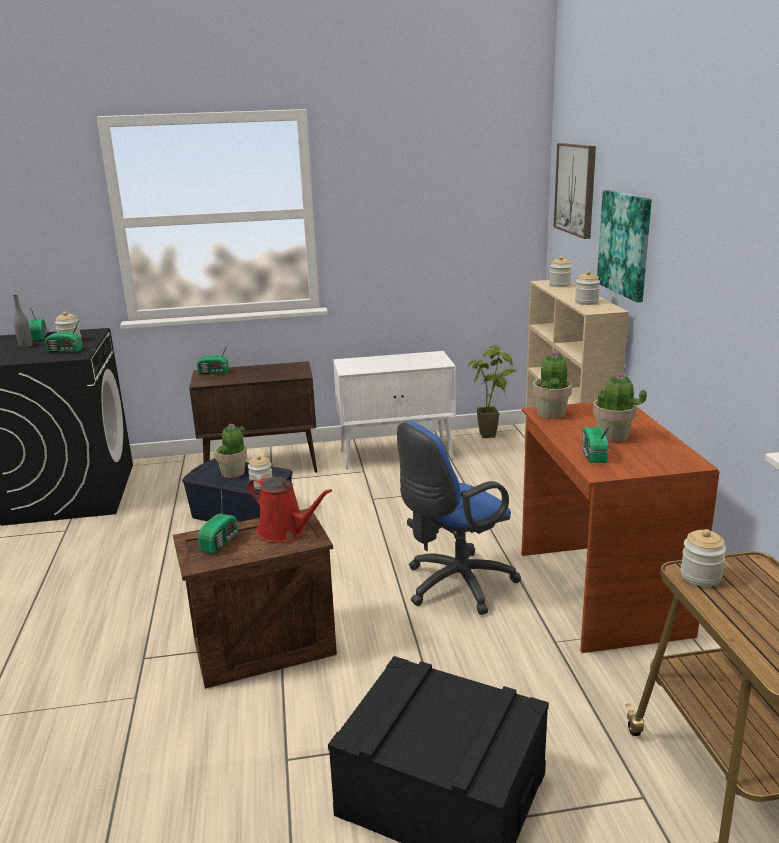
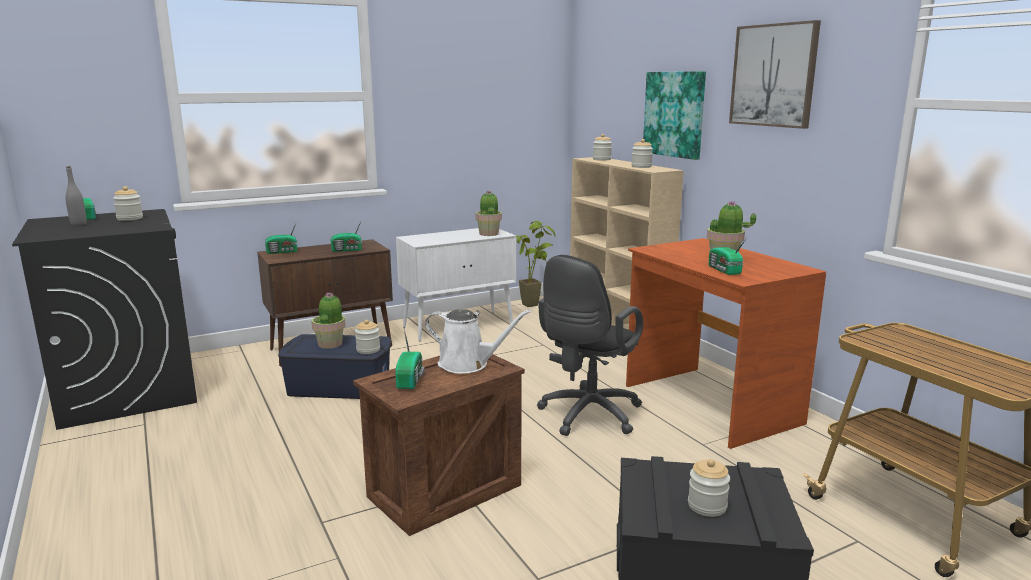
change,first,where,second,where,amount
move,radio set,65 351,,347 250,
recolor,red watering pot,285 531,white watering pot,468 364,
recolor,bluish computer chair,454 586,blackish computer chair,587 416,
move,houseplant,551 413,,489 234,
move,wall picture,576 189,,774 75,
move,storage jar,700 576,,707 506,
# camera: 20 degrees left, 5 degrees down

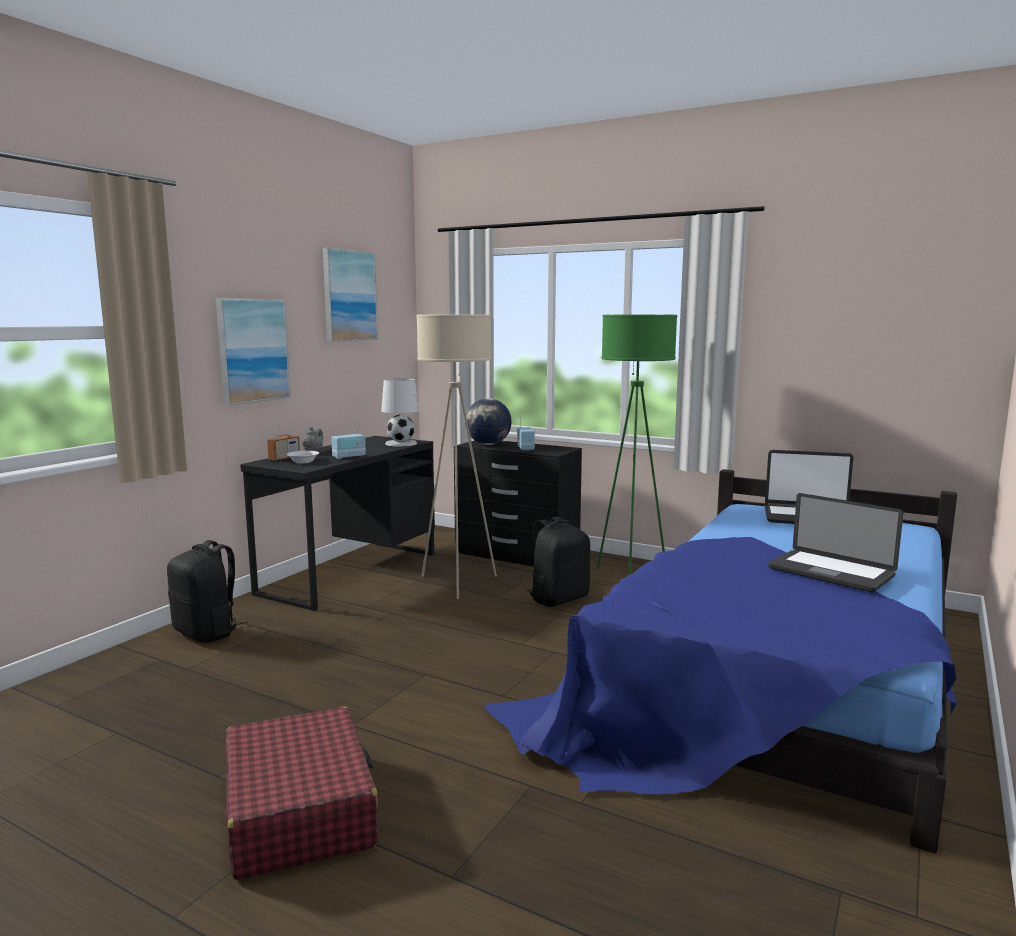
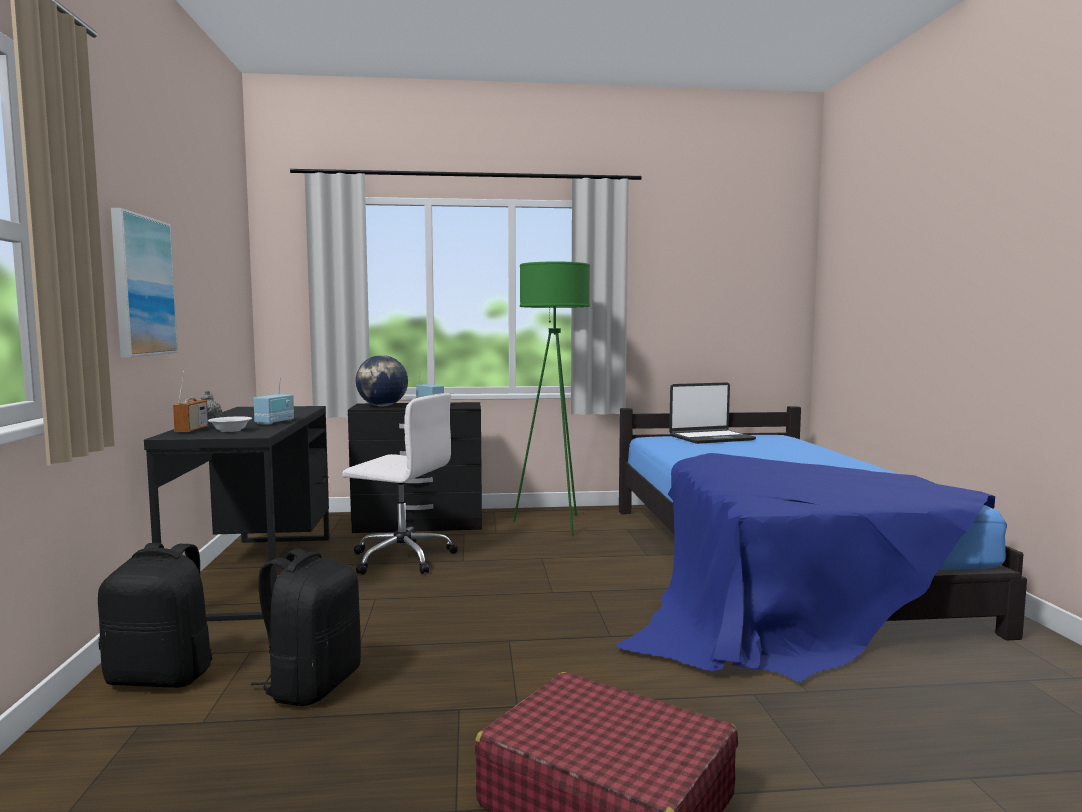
change,first,where,second,where,amount
delete,wall picture,349 295,,,
delete,white table lamp,400 443,,,
replace,beige standard lamp,457 583,white computer chair,401 558,
move,blackish knapsack,558 599,,312 685,
delete,portable computer,830 572,,,
# camera: 35 degrees left, 5 degrees down

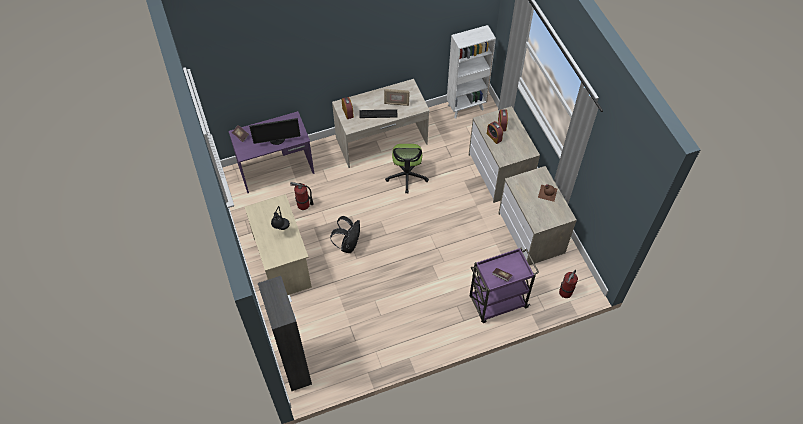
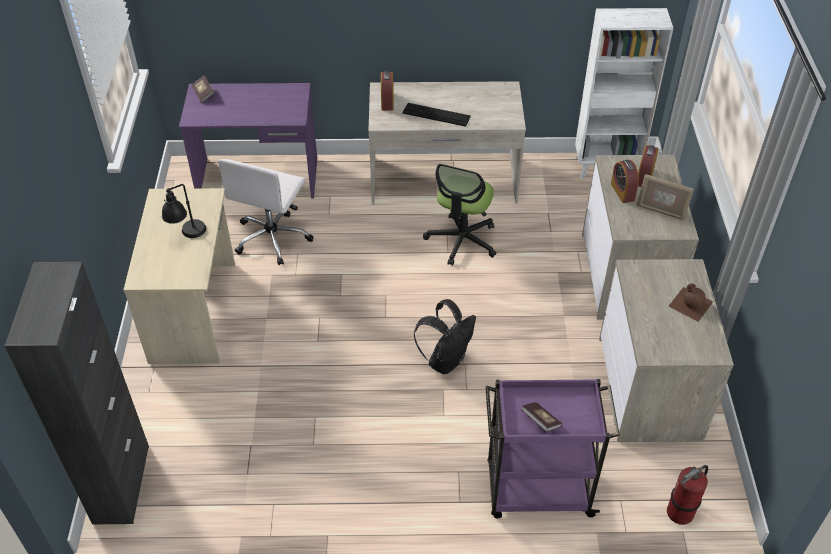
change,first,where,second,where,amount
delete,monitor,277 139,,,
replace,fire extinguisher,303 205,white computer chair,273 238,
move,blackish knapsack,348 244,,446 360,
move,photo frame,396 103,,660 211,
# camera: 20 degrees right, 10 degrees down

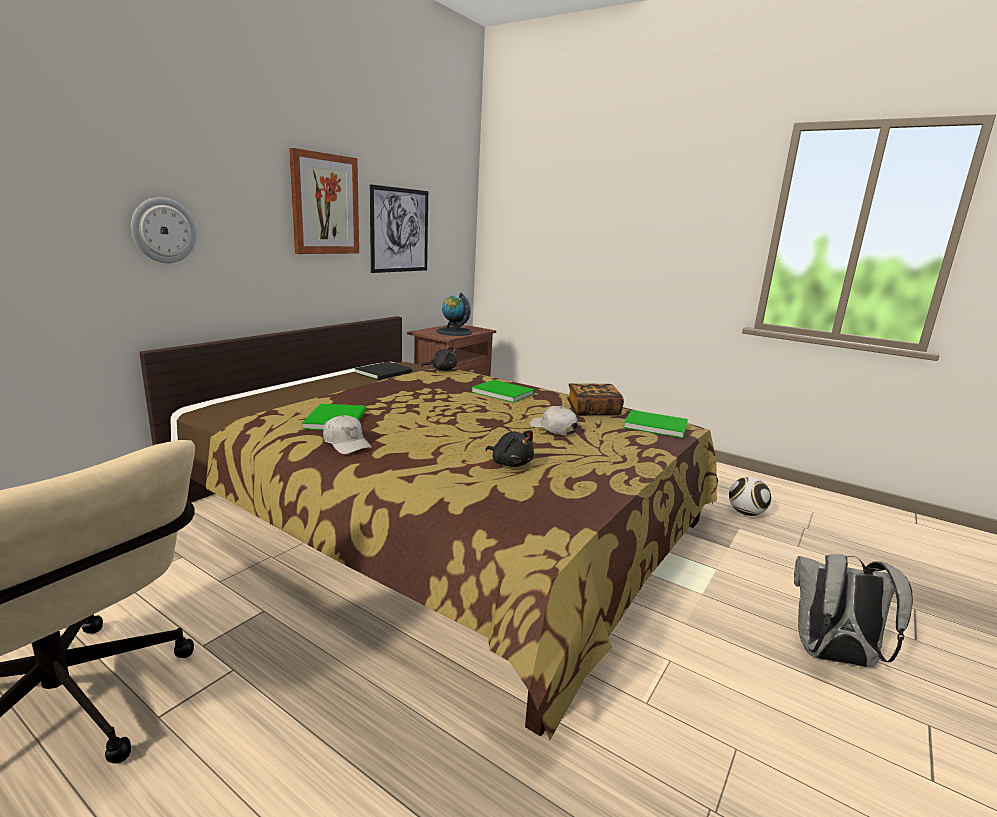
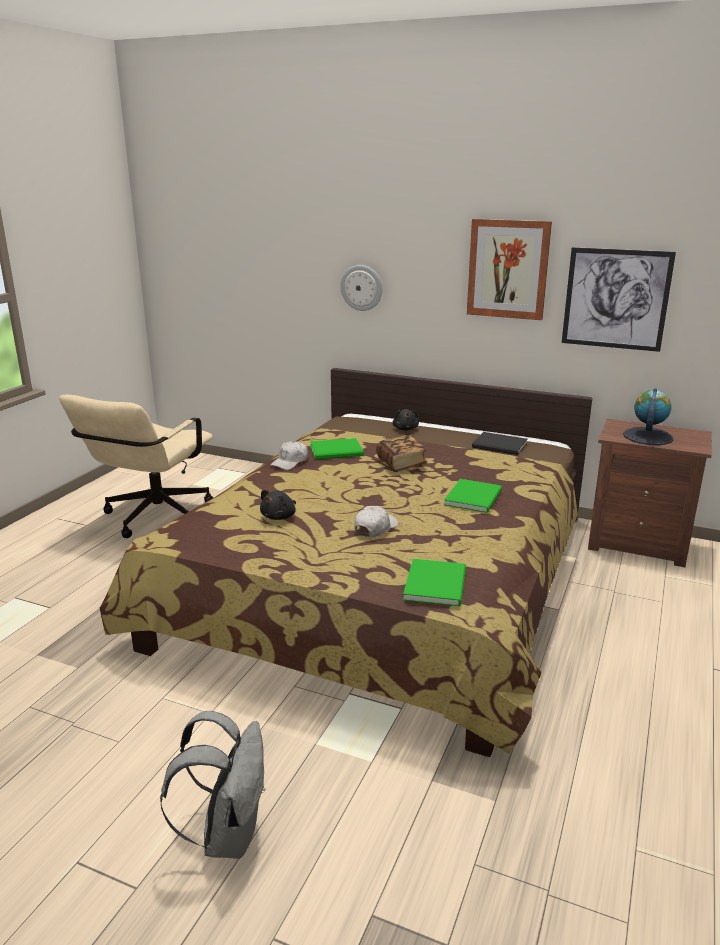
change,first,where,second,where,amount
move,blackish plush toy,442 370,,405 429,
move,book,593 411,,401 464,
delete,ball for football,746 513,,,
# camera: 80 degrees right, 5 degrees up

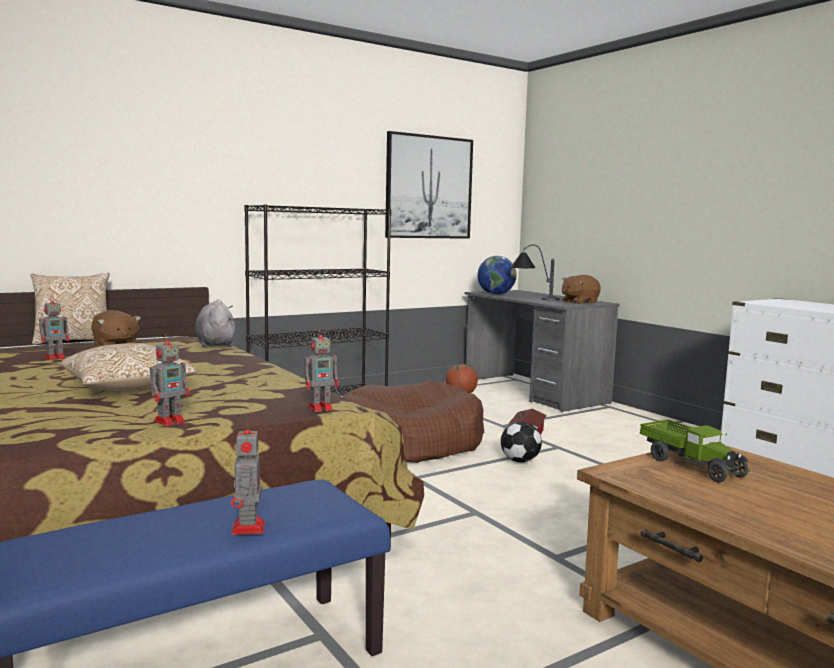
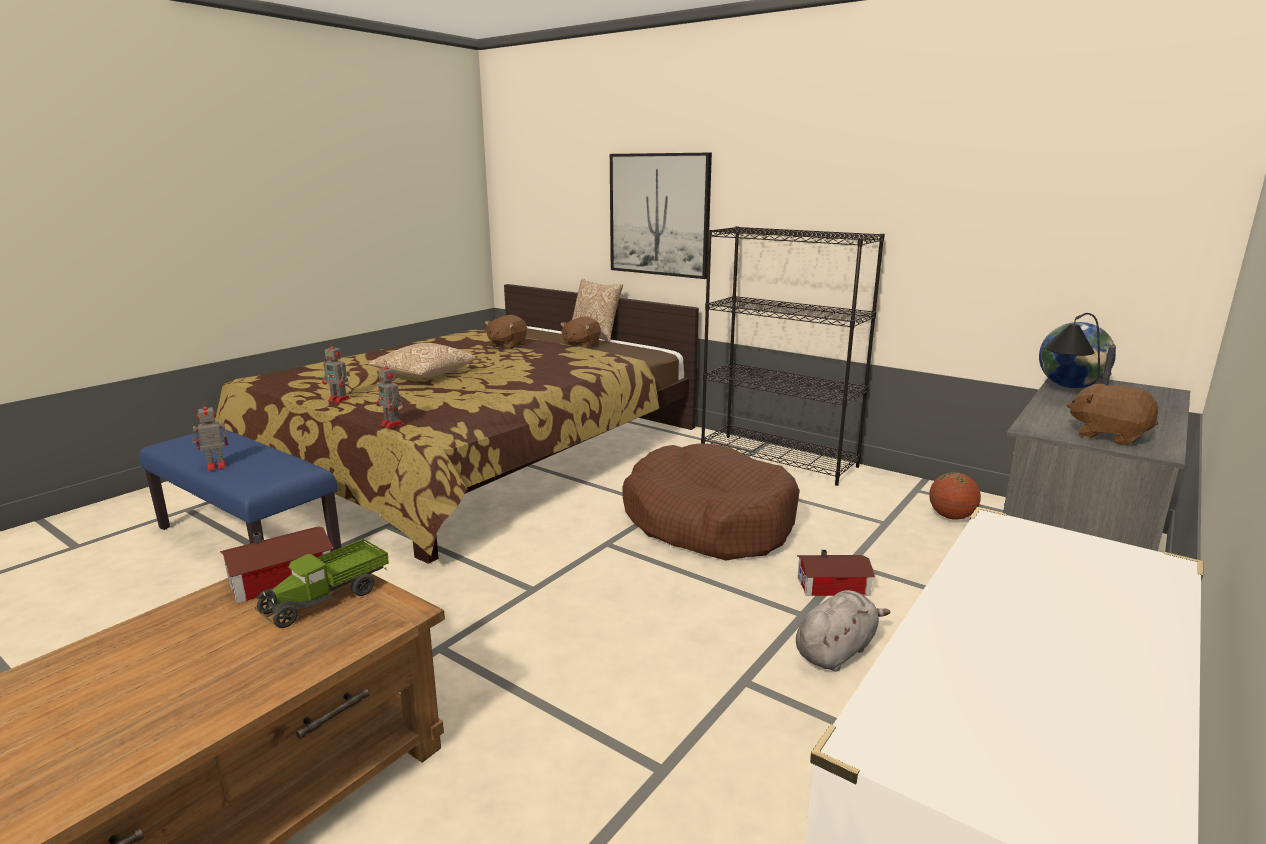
change,first,where,second,where,amount
replace,robot figure,56 358,brown-coloured plush toy,507 346,
move,greyish plush toy,215 344,,836 651,
move,wall picture,428 187,,659 215,
delete,ball for football,520 461,,,
insert,,,model house,285 578,
# camera: 70 degrees right, 10 degrees up

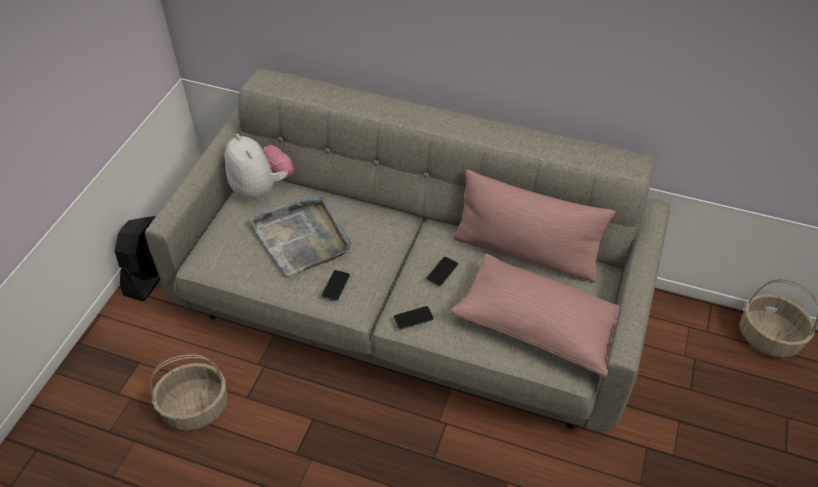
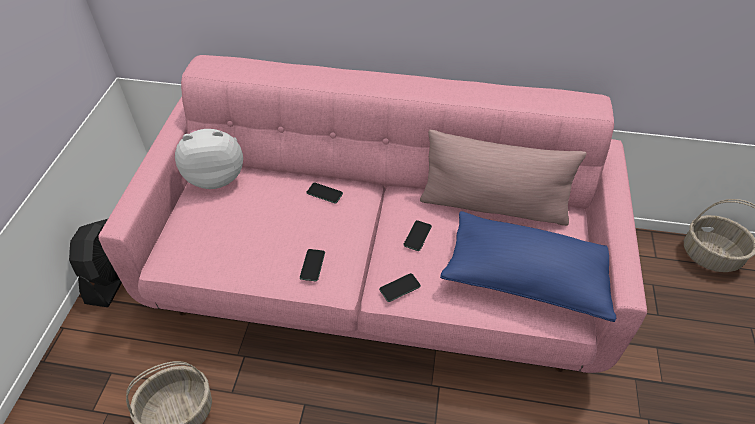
change,first,where,second,where,amount
recolor,greyish couch,410 307,pinkish couch,378 274,
rotate,plush toy,261 188,,216 176,60 degrees counterclockwise
delete,greyish carrying tray,303 237,,,
recolor,pinkish cushion,539 325,bluish cushion,527 277,
insert,,,handset,324 193,
# camera: 10 degrees left, 0 degrees up

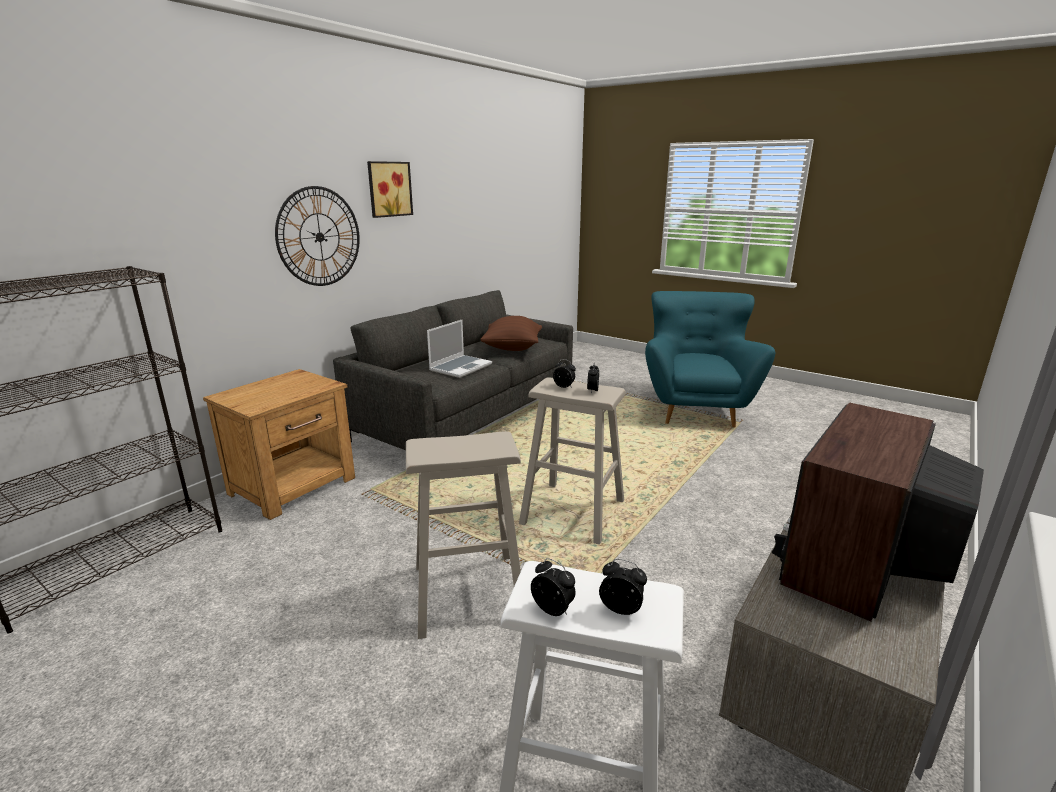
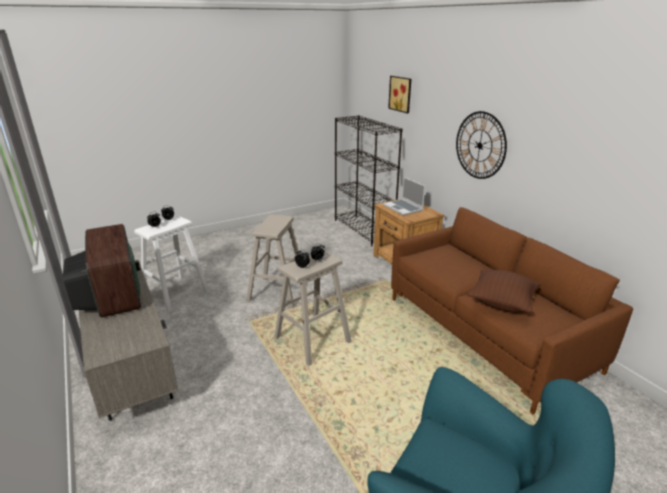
change,first,where,second,where,amount
recolor,greyish couch,467 418,brown-coloured couch,486 333,
move,wall picture,388 189,,401 94,
move,portable computer,460 367,,403 208,
# camera: 115 degrees right, 5 degrees up

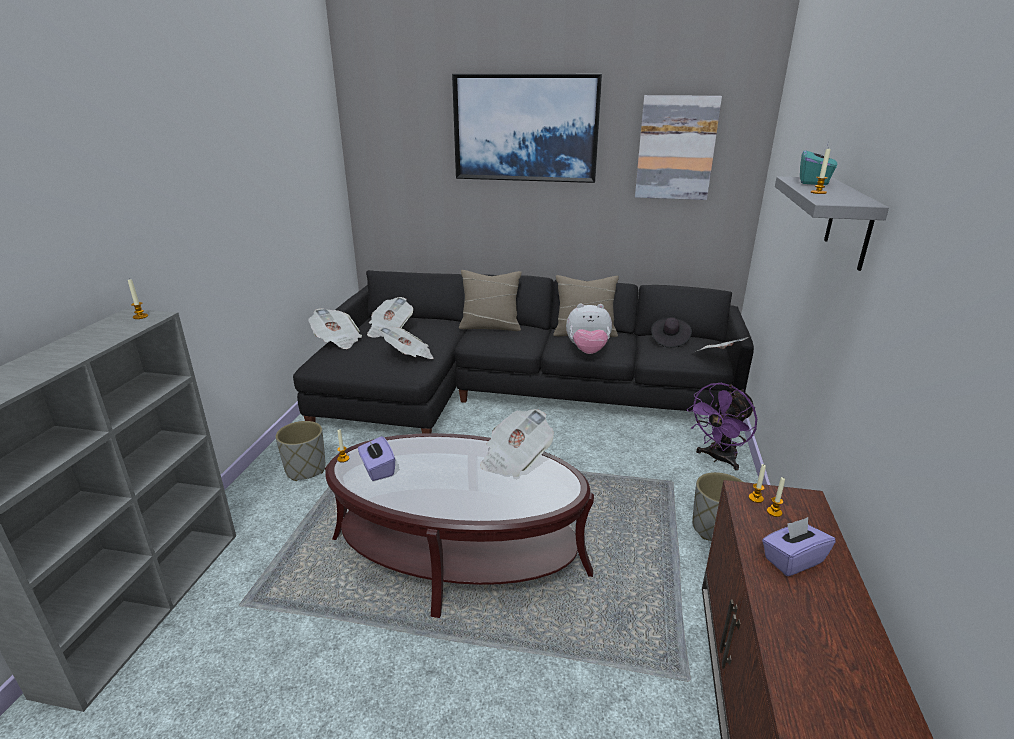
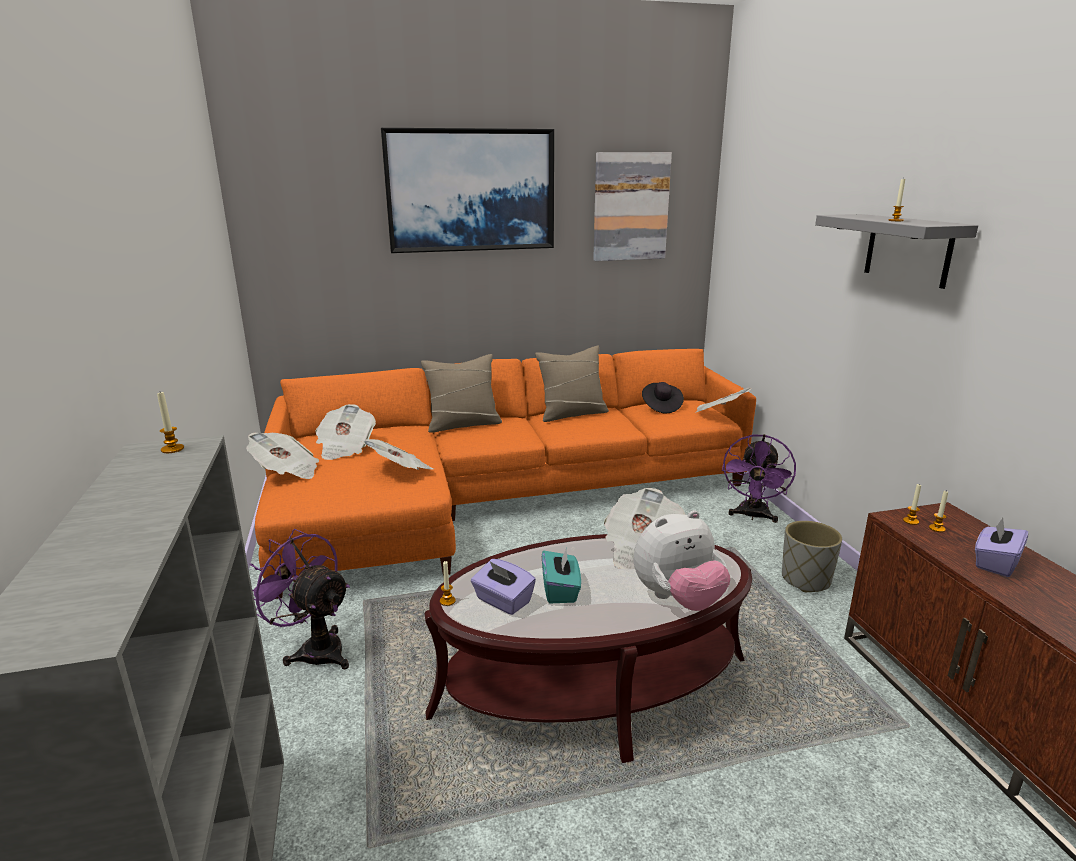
change,first,where,second,where,amount
replace,greyish plant pot,305 470,purplish fan,314 649,
recolor,blackish couch,508 391,orange couch,494 498,
move,plush toy,587 351,,678 599,
move,turquoise-coloured box of tissues,814 182,,560 590,
# camera: 25 degrees left, 5 degrees down

